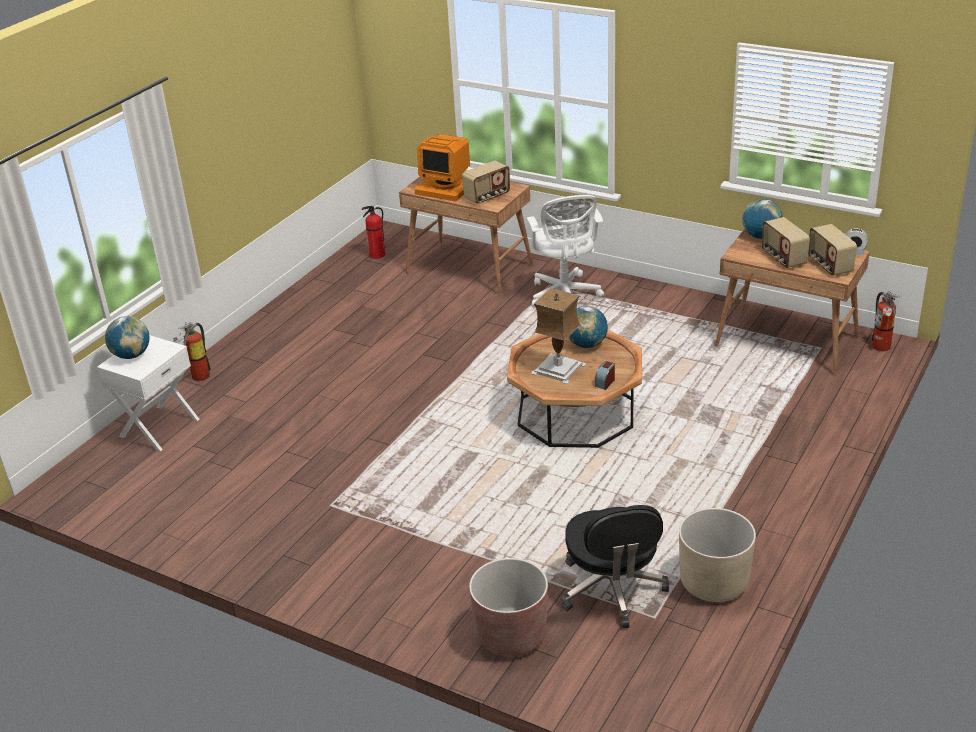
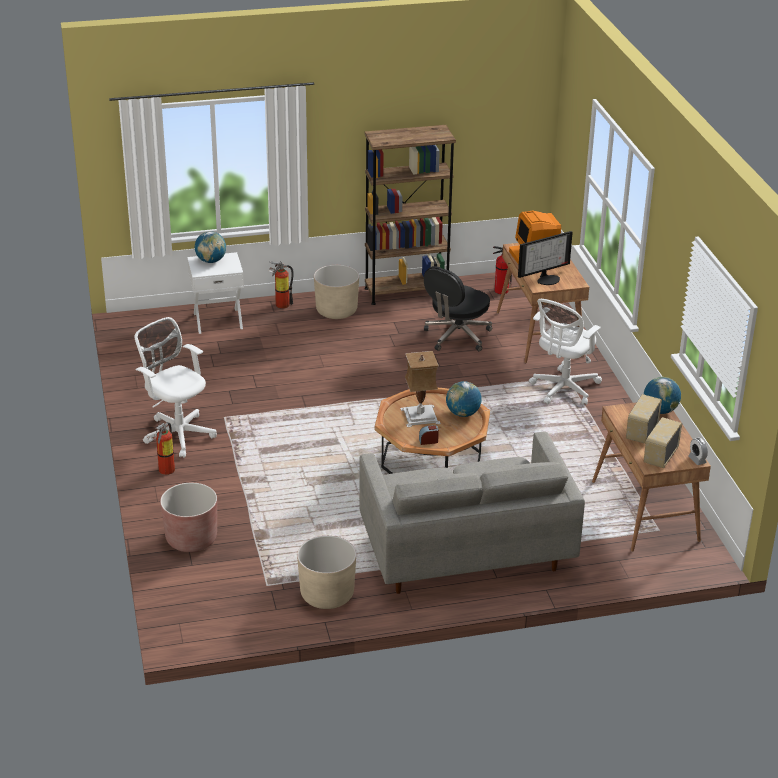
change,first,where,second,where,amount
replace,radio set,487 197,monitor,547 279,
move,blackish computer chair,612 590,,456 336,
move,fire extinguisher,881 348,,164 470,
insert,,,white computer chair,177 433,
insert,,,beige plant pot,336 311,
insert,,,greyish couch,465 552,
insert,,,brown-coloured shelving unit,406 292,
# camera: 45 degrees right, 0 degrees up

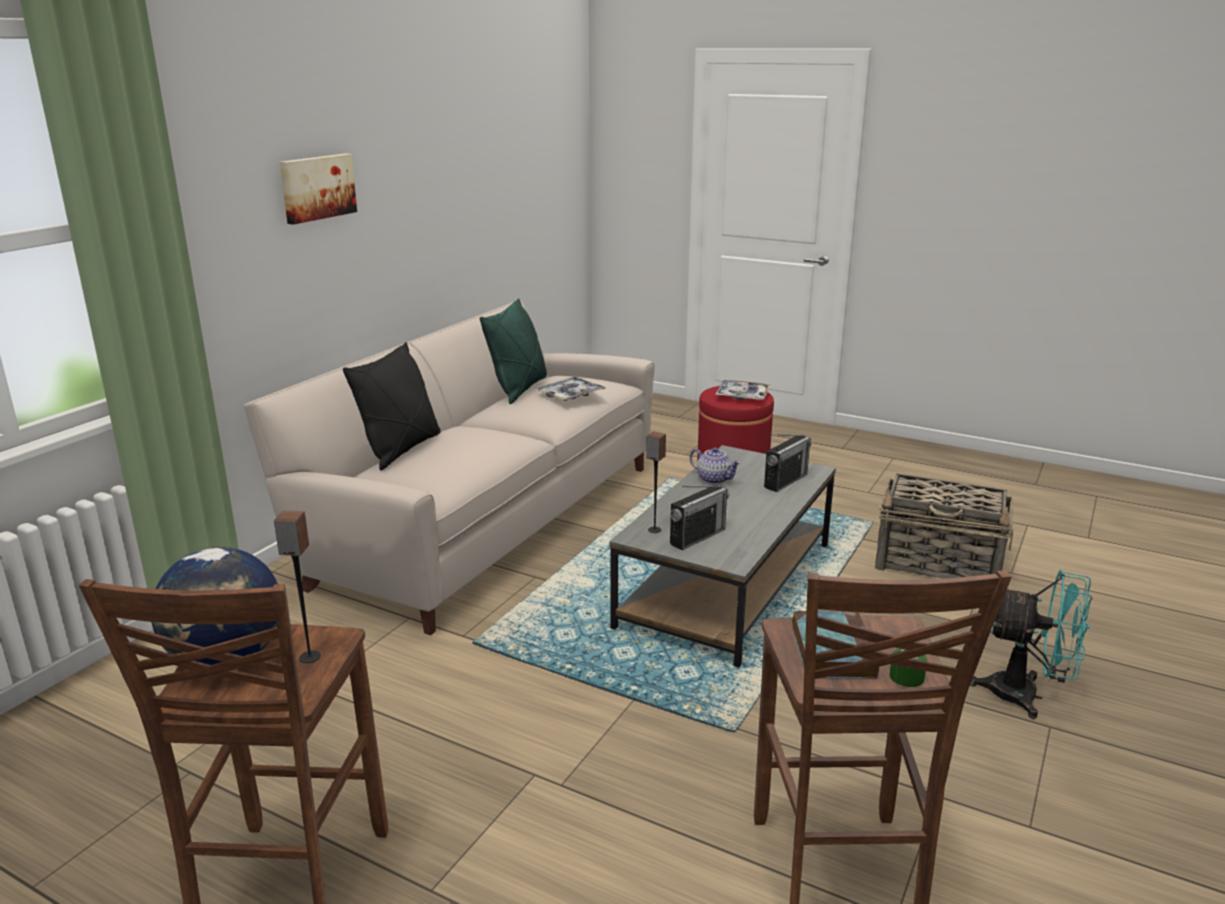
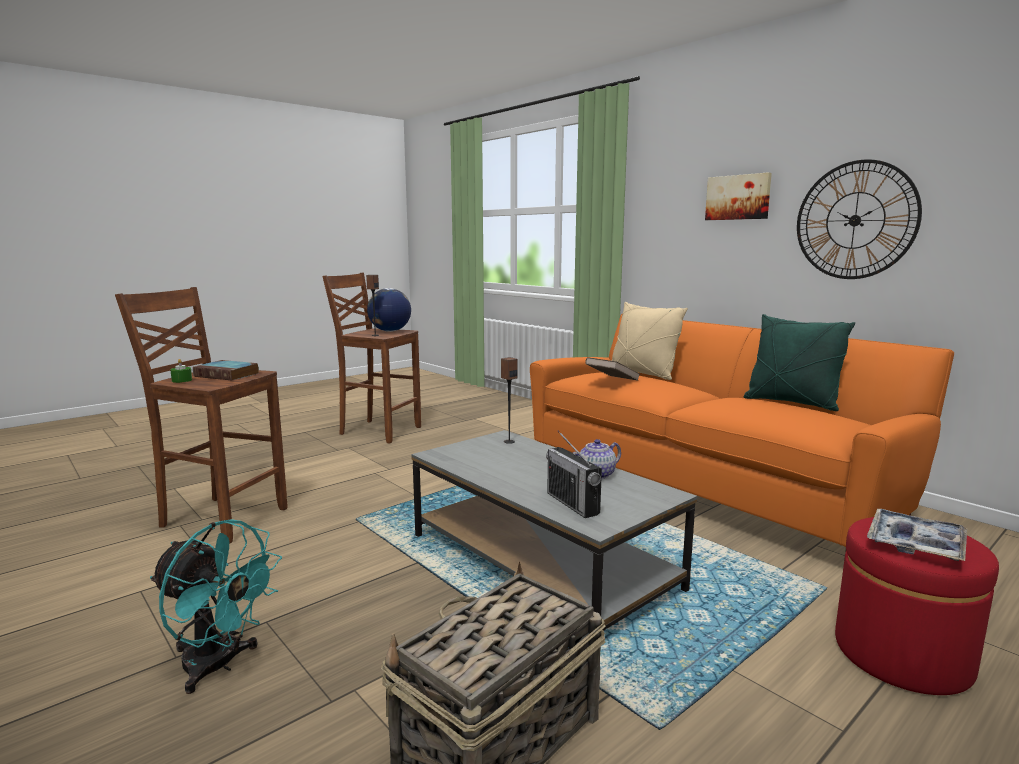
change,first,where,second,where,amount
recolor,beige couch,484 520,orange couch,705 485,
recolor,blackish cushion,401 450,beige cushion,643 374,
delete,carrying tray,570 395,,,
delete,radio set,697 537,,,
rotate,turquoise-coloured fan,1026 696,,219 666,105 degrees counterclockwise
insert,,,brown-coloured book,612 381,
insert,,,clock on the wall,855 220,
# camera: 110 degrees right, 10 degrees down

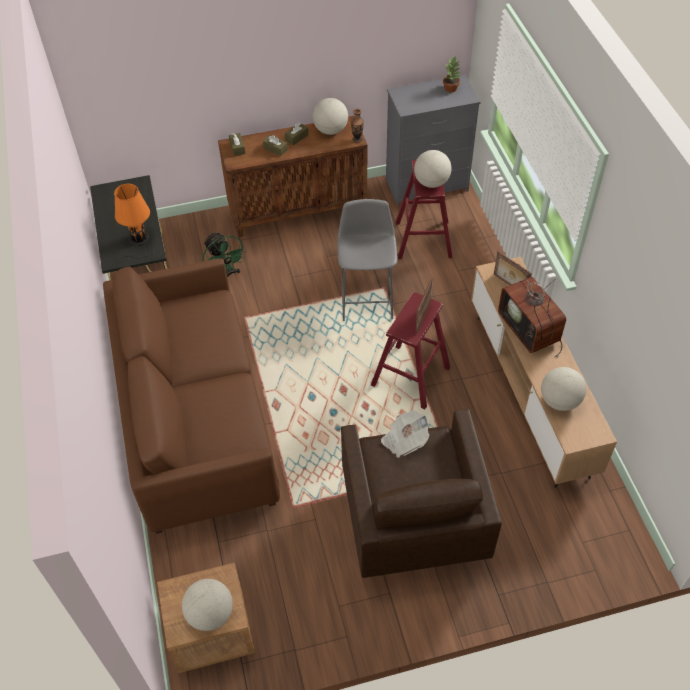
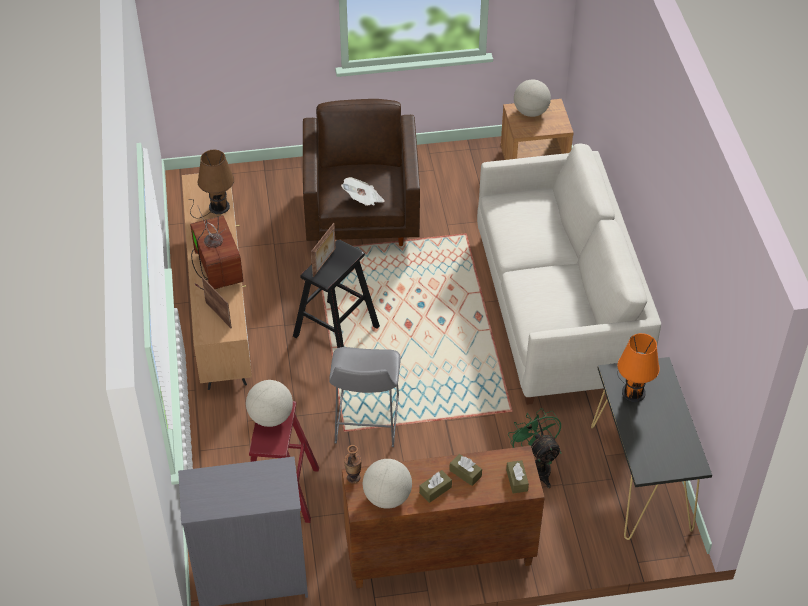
change,first,where,second,where,amount
recolor,brown-coloured couch,197 421,white couch,558 309,
recolor,red stool seat,410 376,blackish stool seat,336 331,
delete,houseplant,451 88,,,
replace,world globe,559 401,brown-coloured table lamp,216 207,
# camera: 175 degrees left, 5 degrees down

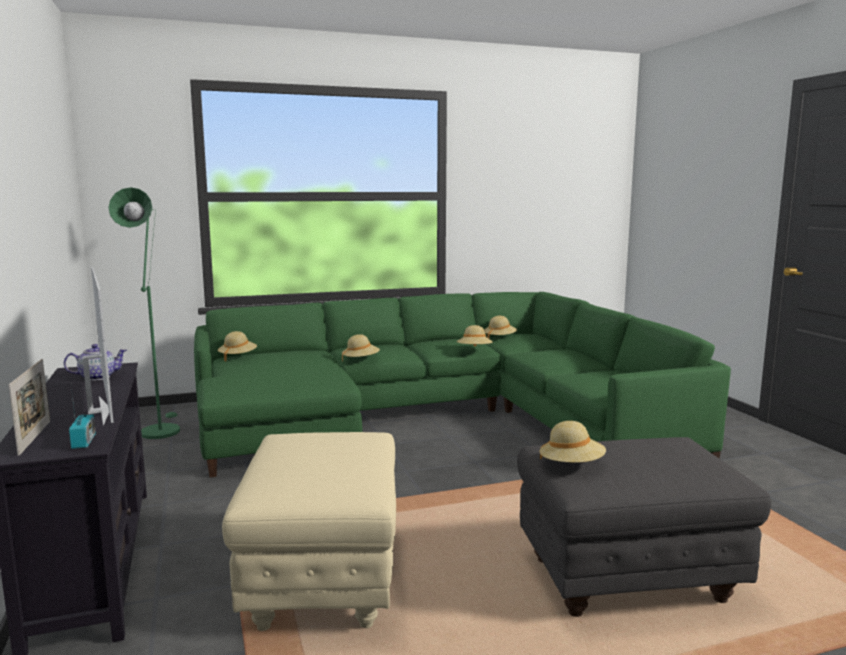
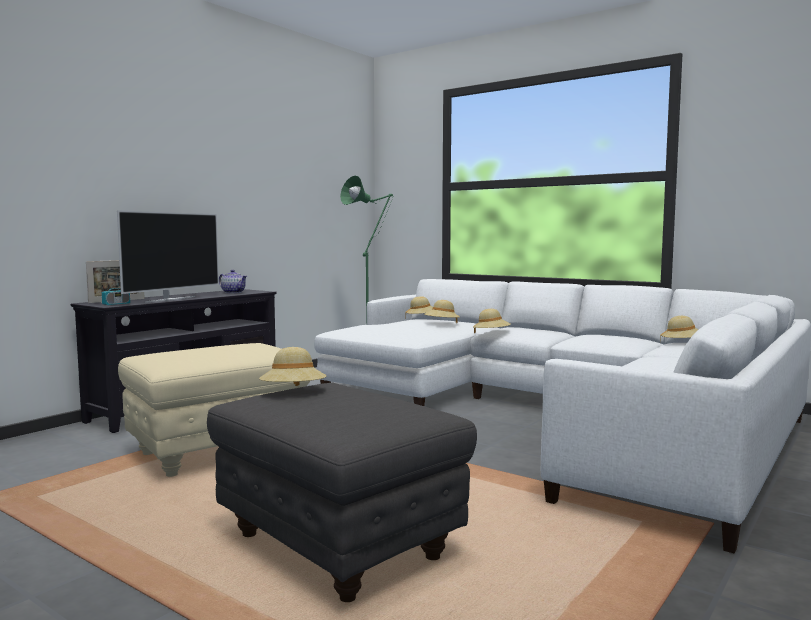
change,first,where,second,where,amount
recolor,green couch,437 419,white couch,557 414,
move,beige hat,474 350,,442 324,
# camera: 55 degrees right, 5 degrees down

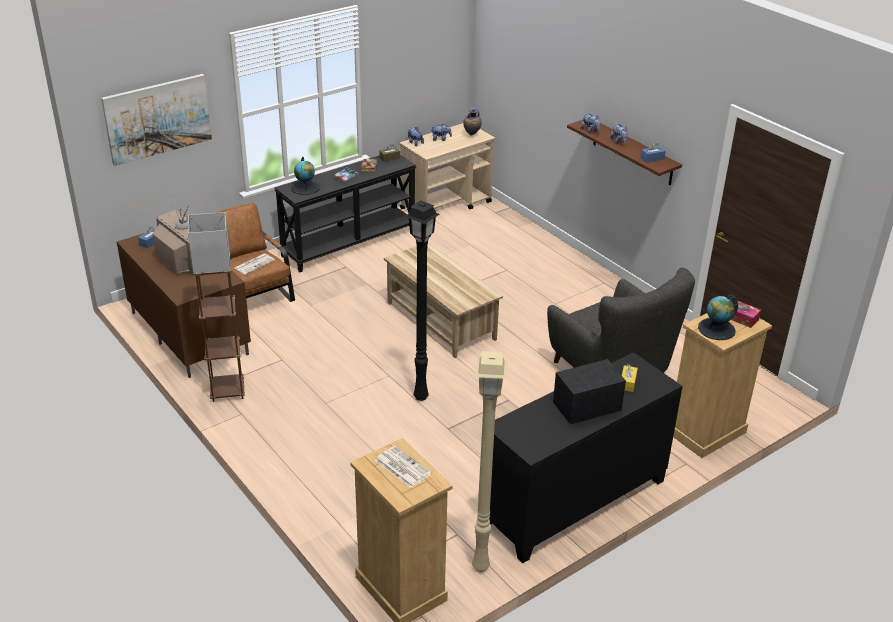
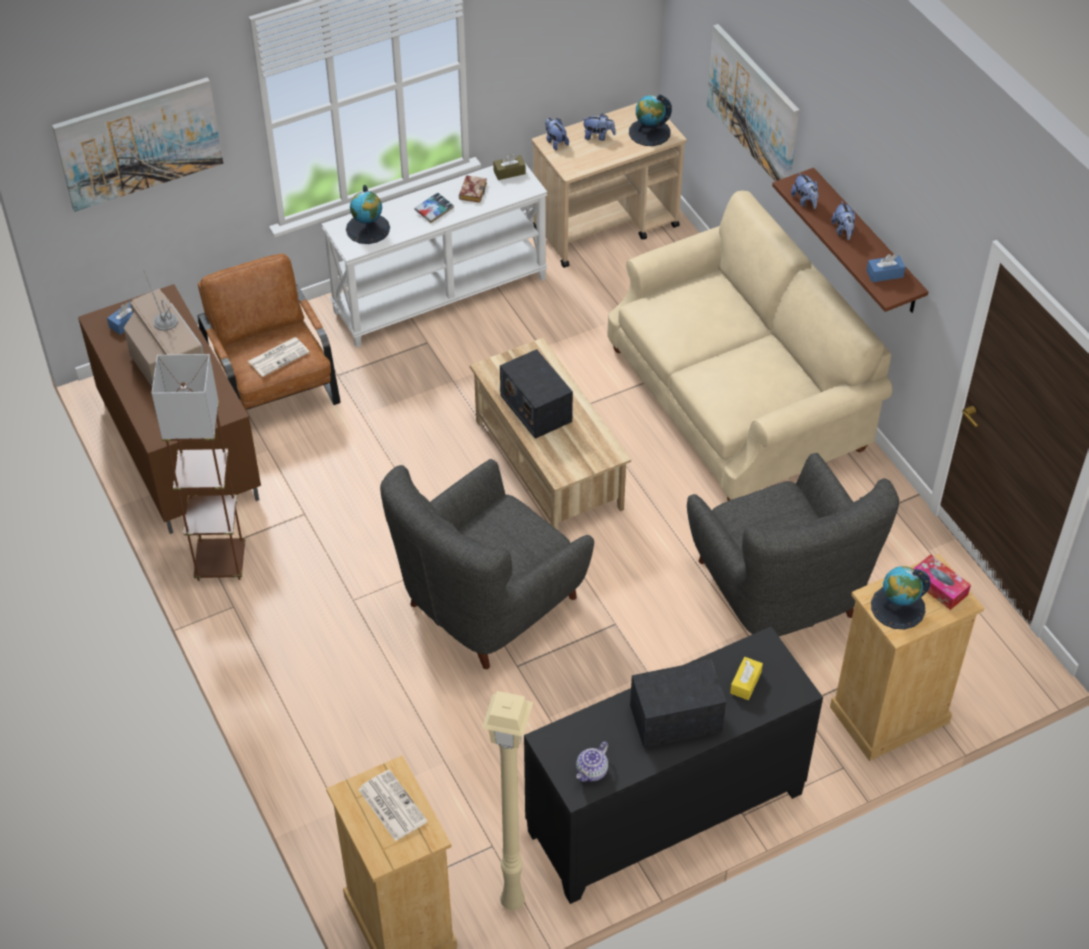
change,first,where,second,where,amount
recolor,blackish console table,349 243,white console table,440 294,
replace,blackish standard lamp,419 397,greyish armchair,488 604,
replace,decorative vase,471 136,world globe,649 132,
insert,,,radio set,535 408,
insert,,,pot for tea,592 771,
insert,,,beige couch,738 399,
insert,,,wall picture,753 106,
# camera: 10 degrees right, 15 degrees up

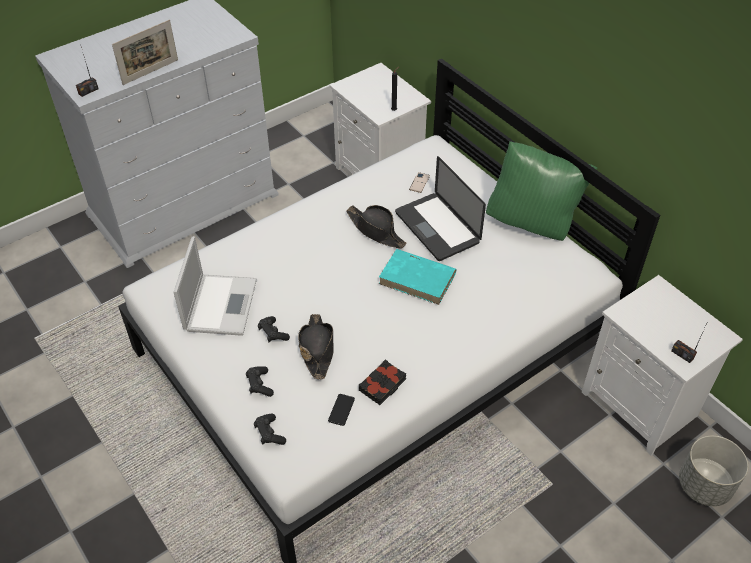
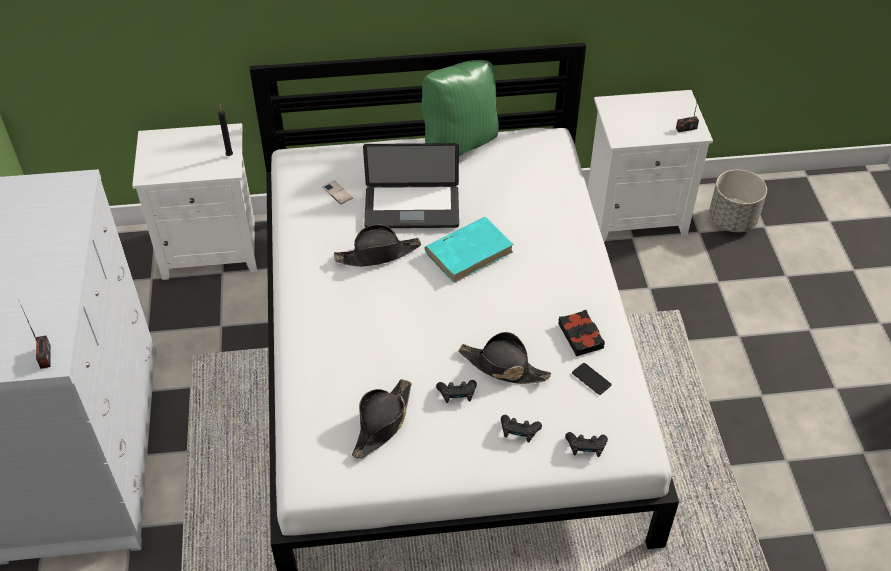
change,first,where,second,where,amount
delete,photo frame,150 72,,,
replace,portable computer,221 303,blackish hat,382 423,
# camera: 60 degrees left, 0 degrees up

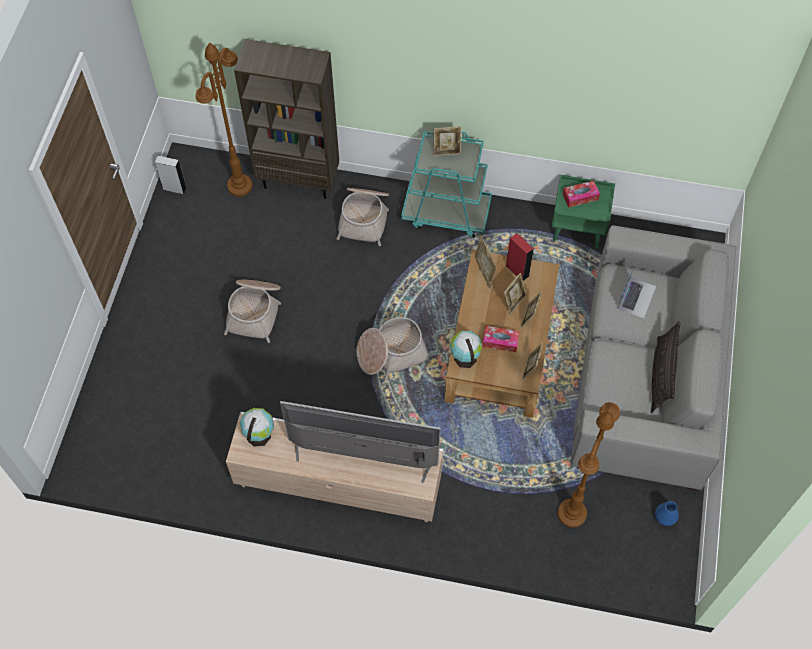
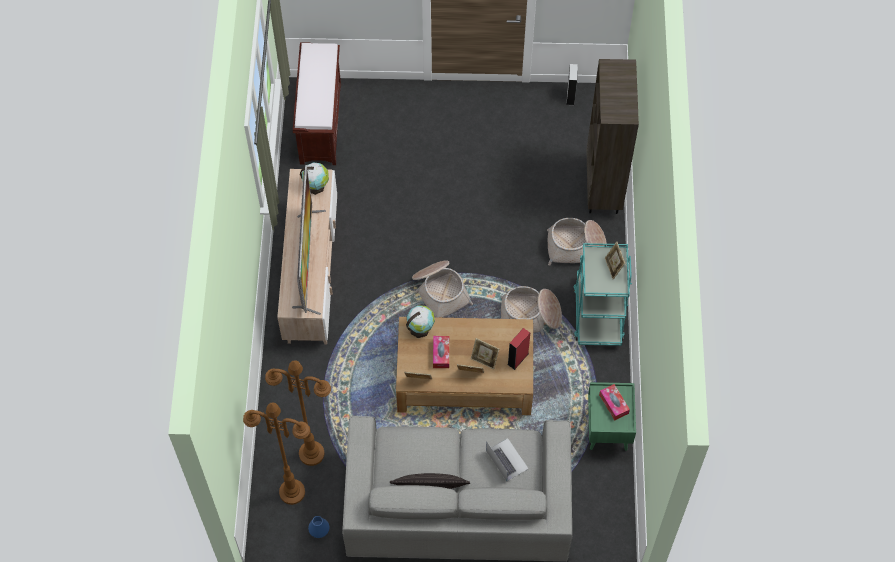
change,first,where,second,where,amount
move,brown-coloured standard lamp,239 186,,292 492,
move,storage basket,255 311,,530 316,
delete,photo frame,484 272,,,
rotate,portable computer,636 297,,506 459,135 degrees counterclockwise
insert,,,brown-coloured bench,320 123,
# camera: 80 degrees right, 0 degrees up

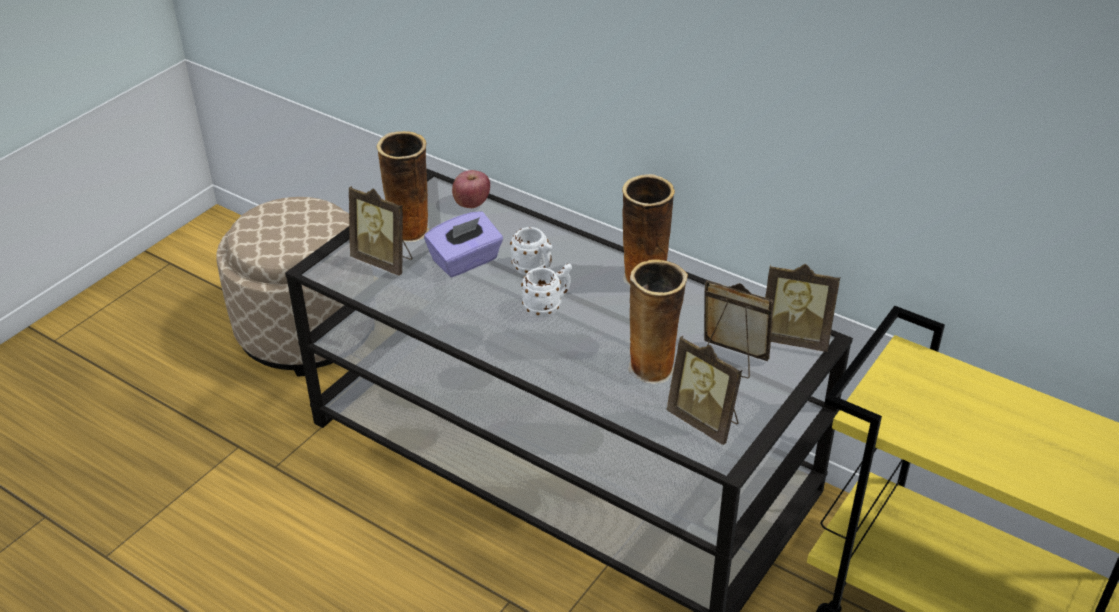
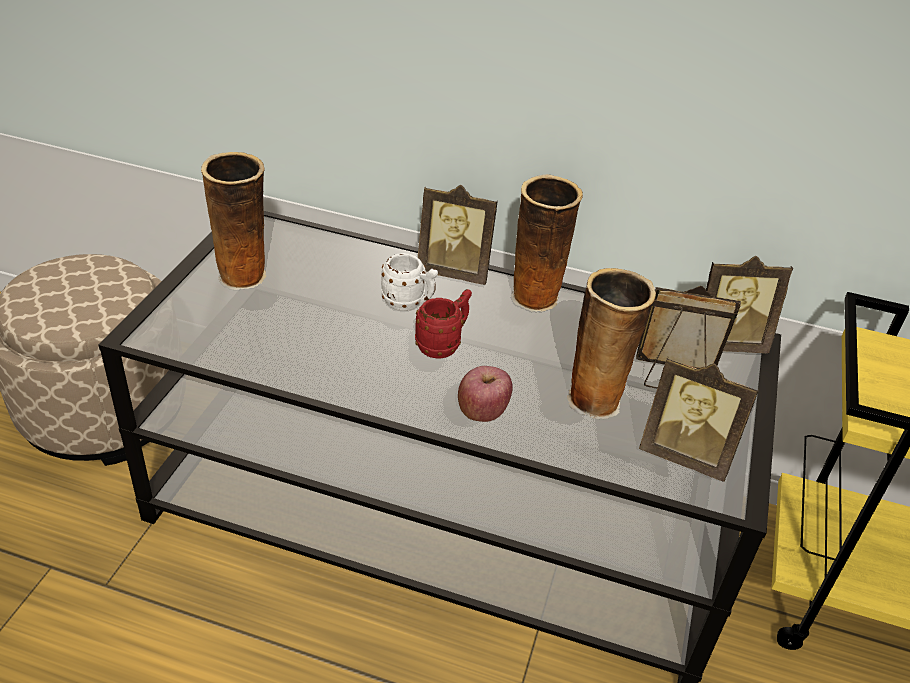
change,first,where,second,where,amount
move,photo frame,384 261,,455 272,
delete,purplish box of tissues,465 261,,,
move,whole apple,471 203,,482 411,
recolor,white coffee mug,548 307,red coffee mug,443 345,
# camera: 20 degrees left, 0 degrees up

